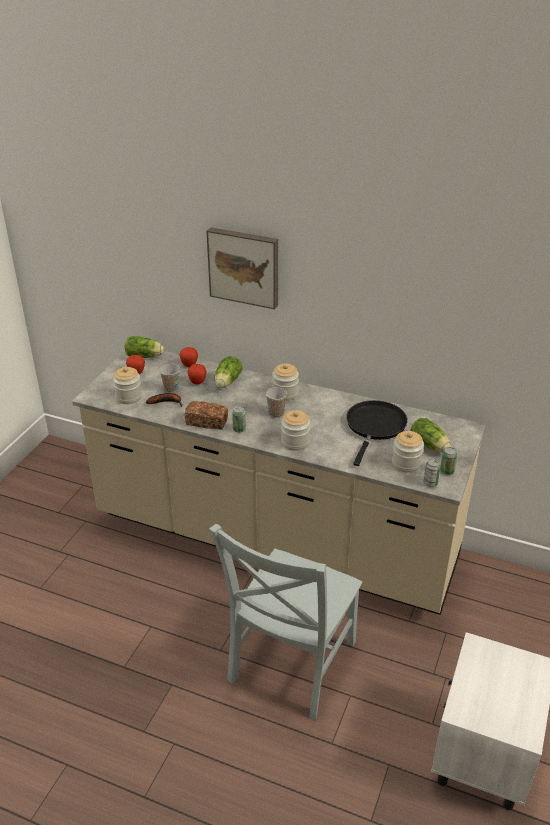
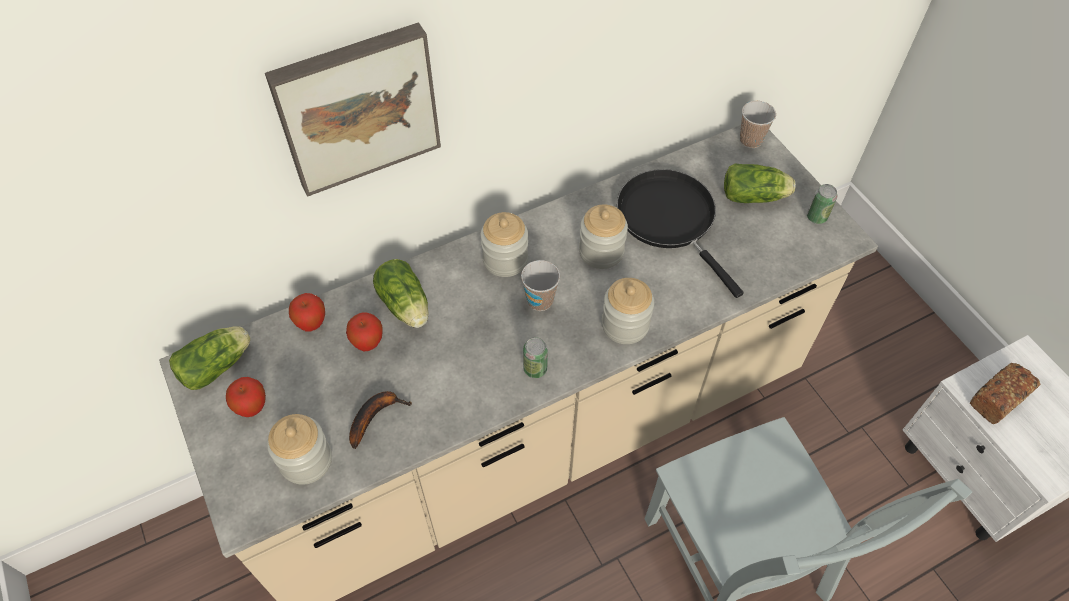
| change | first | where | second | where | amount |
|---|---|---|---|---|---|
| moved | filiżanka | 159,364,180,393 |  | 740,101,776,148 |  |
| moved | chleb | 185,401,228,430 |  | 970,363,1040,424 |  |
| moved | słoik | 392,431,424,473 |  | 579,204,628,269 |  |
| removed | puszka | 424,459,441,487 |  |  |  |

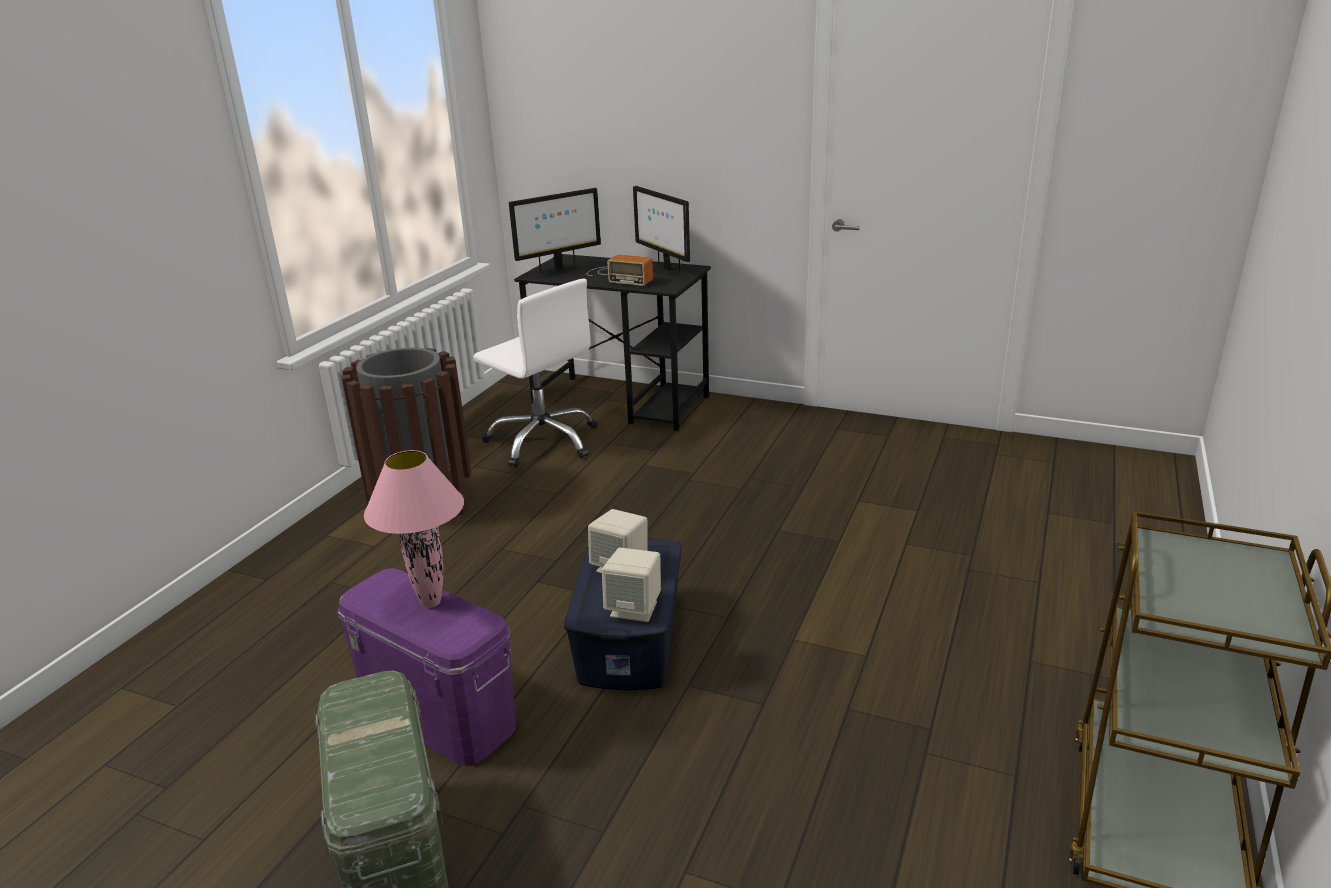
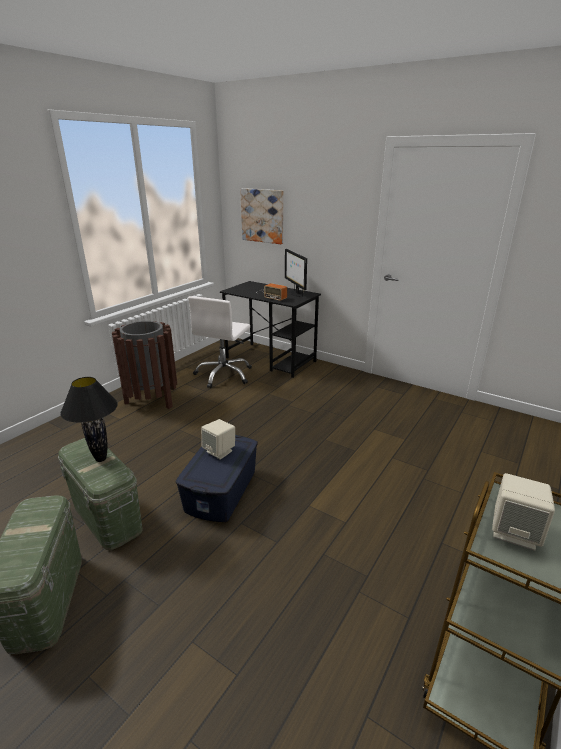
| change | first | where | second | where | amount |
|---|---|---|---|---|---|
| recoloured | pojemnik do przechowywania (fioletowy) | 338,568,516,766 | pojemnik do przechowywania (zielony) | 58,438,143,550 |  |
| recoloured | lampa stołowa (różowy) | 364,450,464,608 | lampa stołowa (czarny) | 60,377,118,462 |  |
| turned | krzesło biurowe (biały) | 473,279,598,468 |  | 188,296,252,388 | 60 degrees clockwise |
| removed | monitor | 509,188,601,275 |  |  |  |
| moved | głośnik (beżowy) | 602,547,661,622 |  | 492,473,555,550 |  |
| added |  |  | obraz | 240,188,283,244 |  |

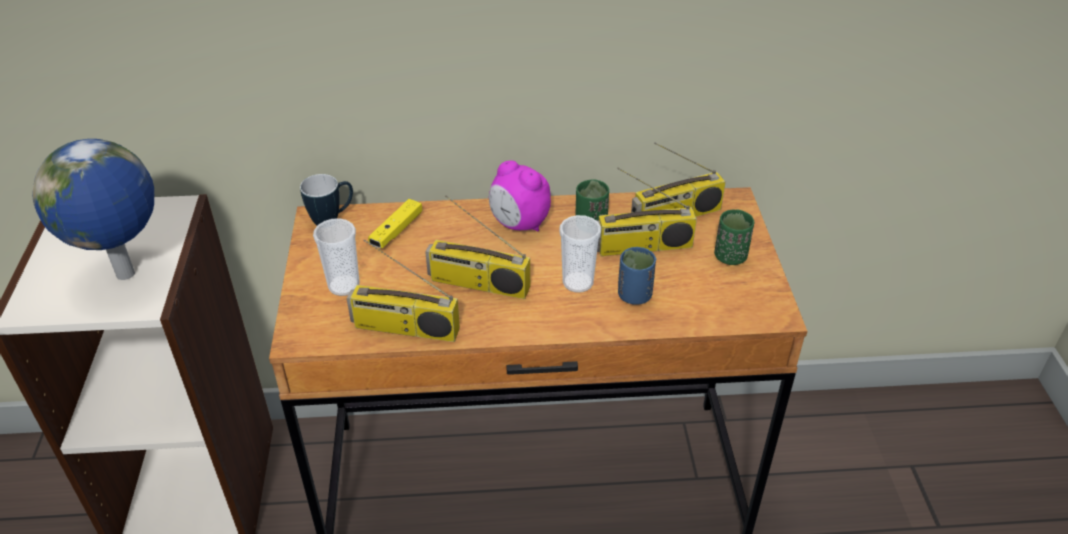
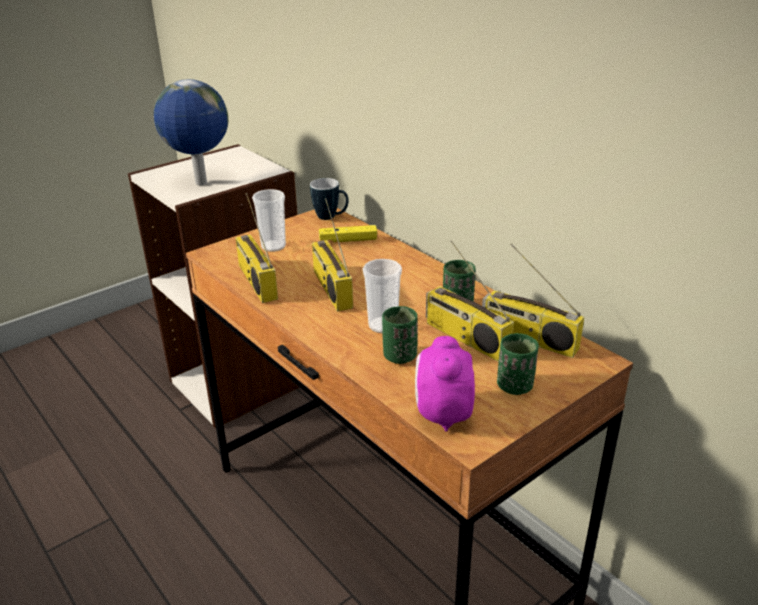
| change | first | where | second | where | amount |
|---|---|---|---|---|---|
| moved | budzik | 489,160,551,232 |  | 415,336,475,432 |  |
| recoloured | filiżanka (niebieski) | 618,247,656,305 | filiżanka (zielony) | 382,306,418,364 |  |

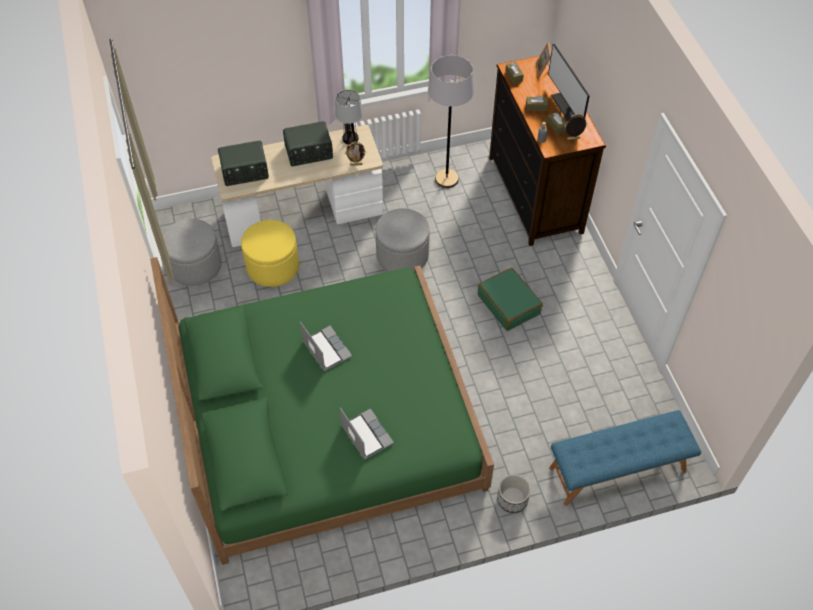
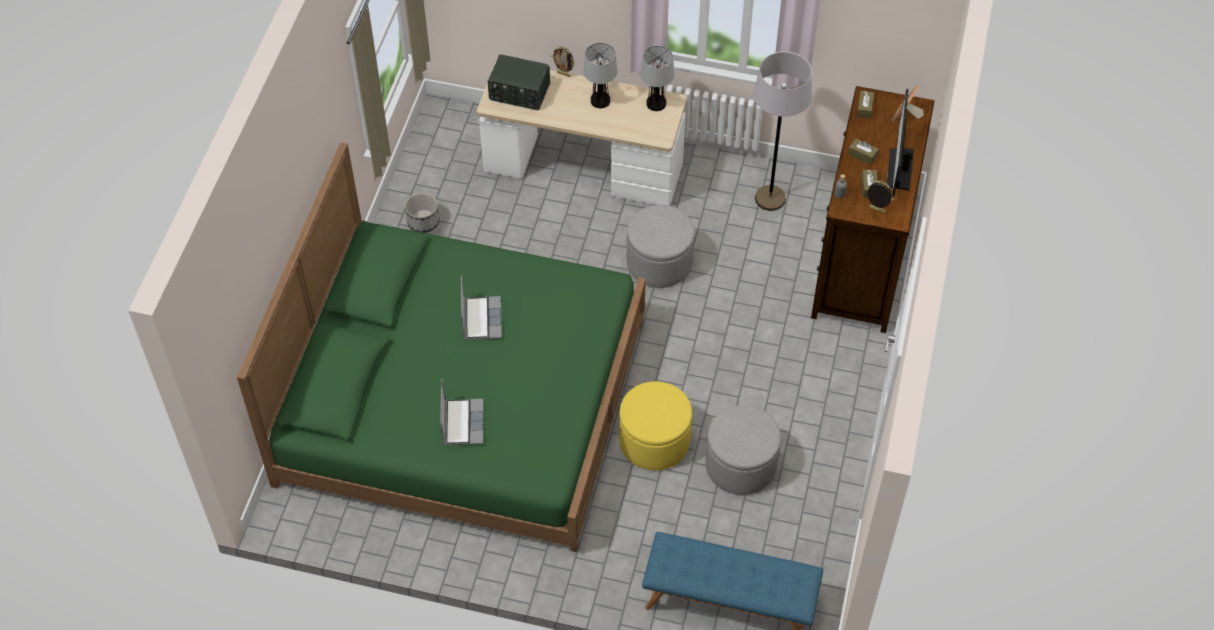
| change | first | where | second | where | amount |
|---|---|---|---|---|---|
| moved | pufa (szary) | 163,219,222,286 |  | 705,405,781,495 |  |
| moved | pufa (żółty) | 241,220,299,287 |  | 619,381,692,470 |  |
| replaced | radio | 283,121,333,166 | lampa stołowa | 583,43,617,108 |  |
| moved | ramka na zdjęcie | 345,142,367,166 |  | 551,47,575,77 |  |
| removed | walizka (zielony) | 478,268,543,331 |  |  |  |
| moved | donica | 497,475,531,513 |  | 405,192,440,233 |  |

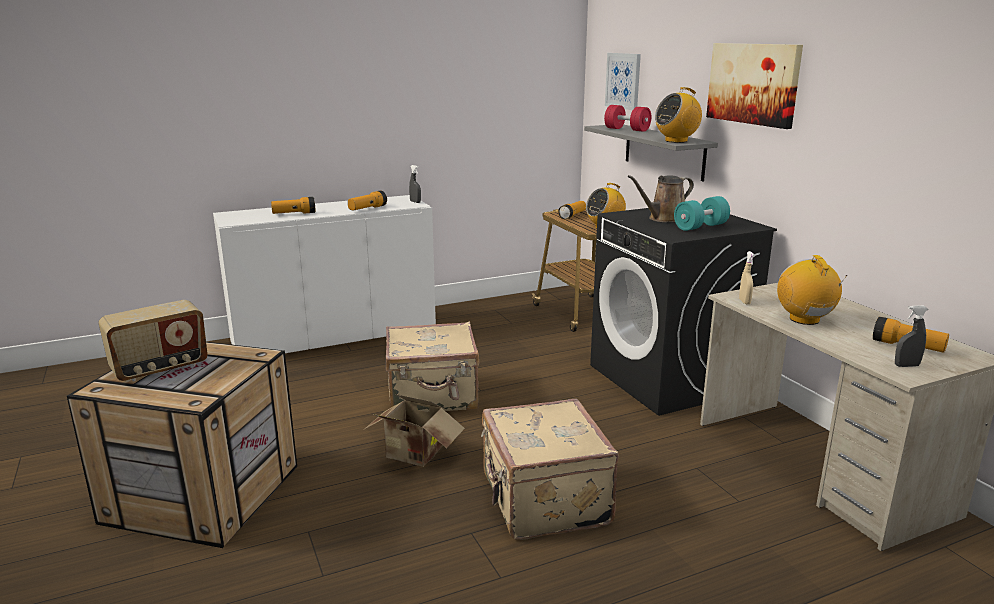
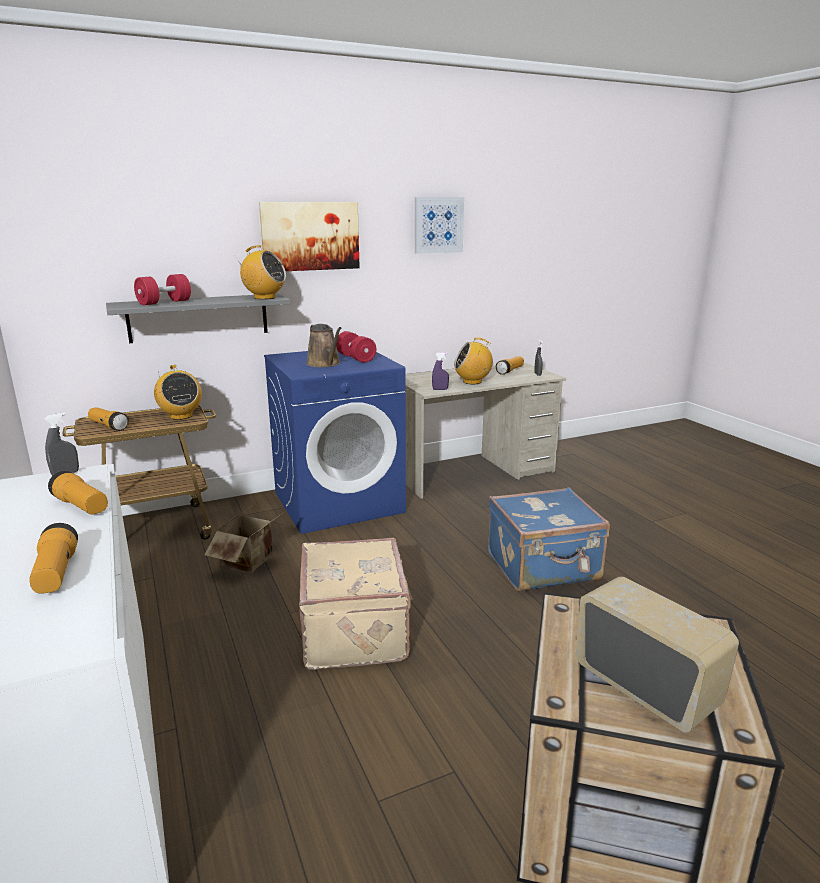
| change | first | where | second | where | amount |
|---|---|---|---|---|---|
| moved | karton | 365,394,465,467 |  | 205,507,284,573 |  |
| recoloured | walizka (beżowy) | 481,399,619,540 | walizka (niebieski) | 488,487,610,591 |  |
| recoloured | pralka (czarny) | 590,208,777,416 | pralka (niebieski) | 264,351,406,534 |  |
| moved | obraz | 605,53,641,110 |  | 415,197,464,254 |  |
| turned | radio | 655,87,702,143 |  | 234,245,286,299 | 45 degrees counterclockwise |
| recoloured | hantel (turkusowy) | 674,196,730,231 | hantel (czerwony) | 336,331,376,363 |  |
| recoloured | spryskiwacz (beżowy) | 739,251,755,304 | spryskiwacz (fioletowy) | 432,352,449,390 |  |

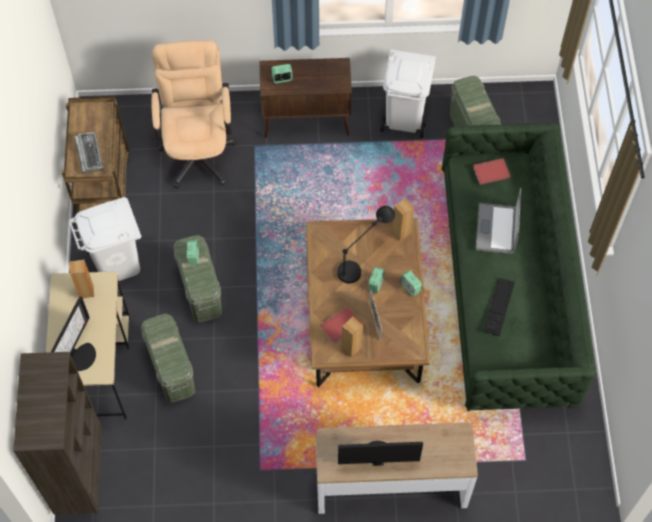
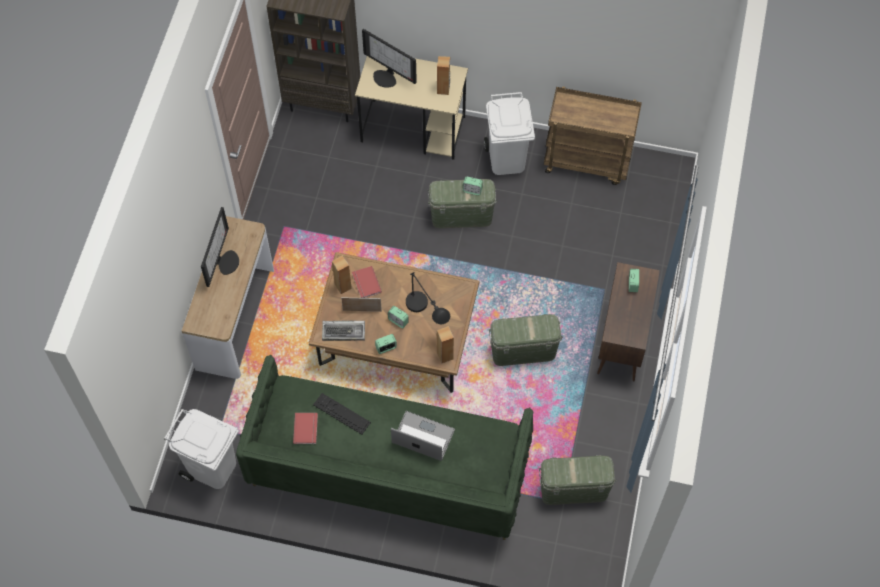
| change | first | where | second | where | amount |
|---|---|---|---|---|---|
| moved | klawiatura | 75,132,104,174 |  | 322,321,365,341 |  |
| moved | pojemnik do przechowywania (zielony) | 141,313,195,403 |  | 488,314,563,366 |  |
| removed | krzesło biurowe (beżowy) | 151,40,237,189 |  |  |  |
| moved | kosz na śmieci (biały) | 380,50,436,138 |  | 164,409,239,489 |  |
| moved | książka (czerwony) | 473,158,511,185 |  | 293,413,318,444 |  |

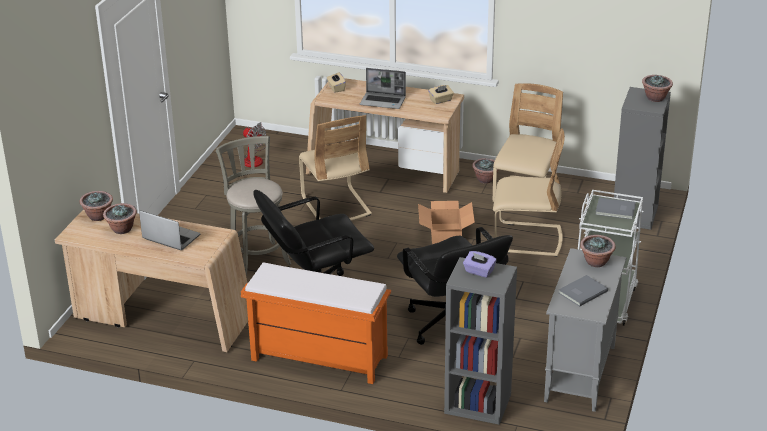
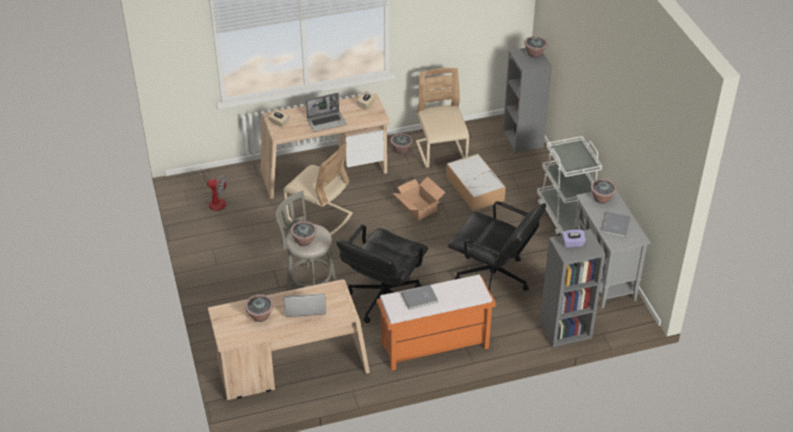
| change | first | where | second | where | amount |
|---|---|---|---|---|---|
| moved | roślina doniczkowa | 80,191,113,221 |  | 290,221,317,246 |  |
| replaced | krzesło (beżowy) | 493,129,565,257 | pojemnik do przechowywania | 446,154,506,211 |  |
| moved | książka (szary) | 595,198,636,219 |  | 401,285,438,310 |  |

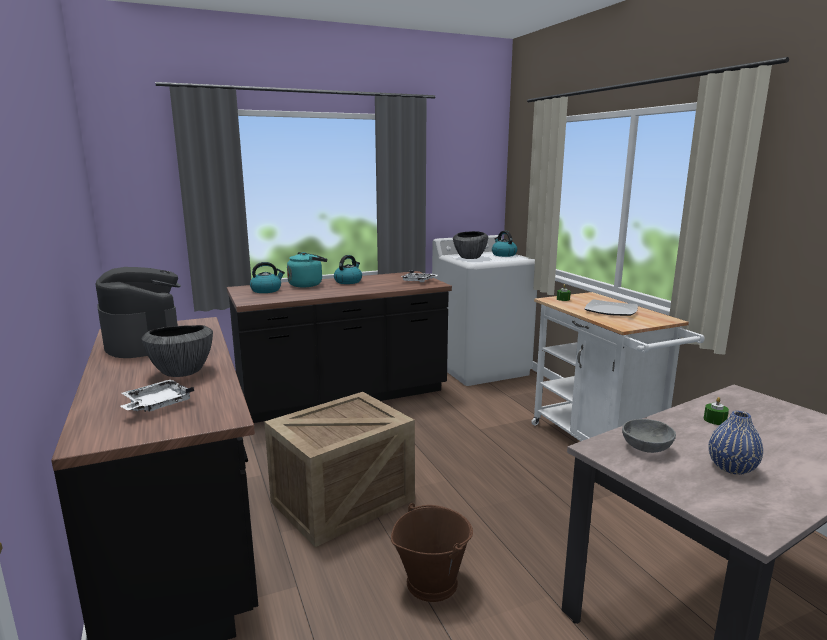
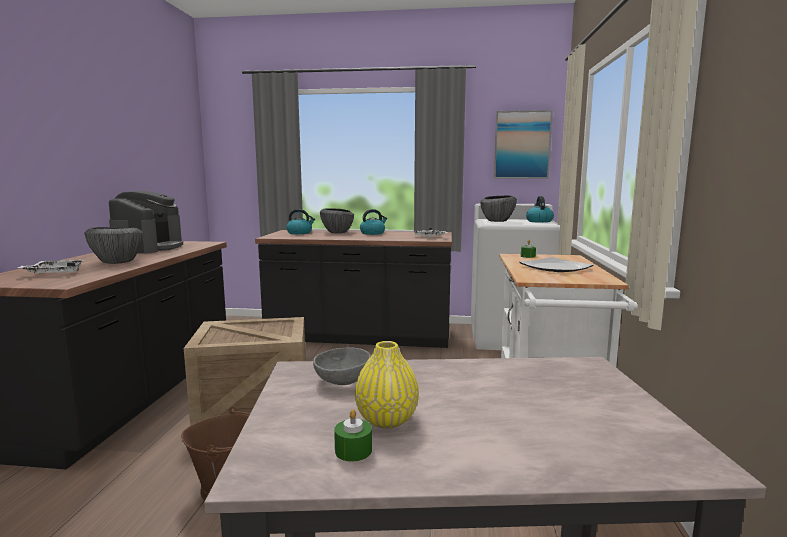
| change | first | where | second | where | amount |
|---|---|---|---|---|---|
| replaced | czajnik (turkusowy) | 287,252,327,287 | miska | 320,208,354,233 |  |
| moved | świeca (zielony) | 704,397,729,425 |  | 334,409,372,462 |  |
| recoloured | wazon (niebieski) | 709,411,763,475 | wazon (żółty) | 355,341,419,428 |  |
| added |  |  | obraz | 494,110,553,179 |  |

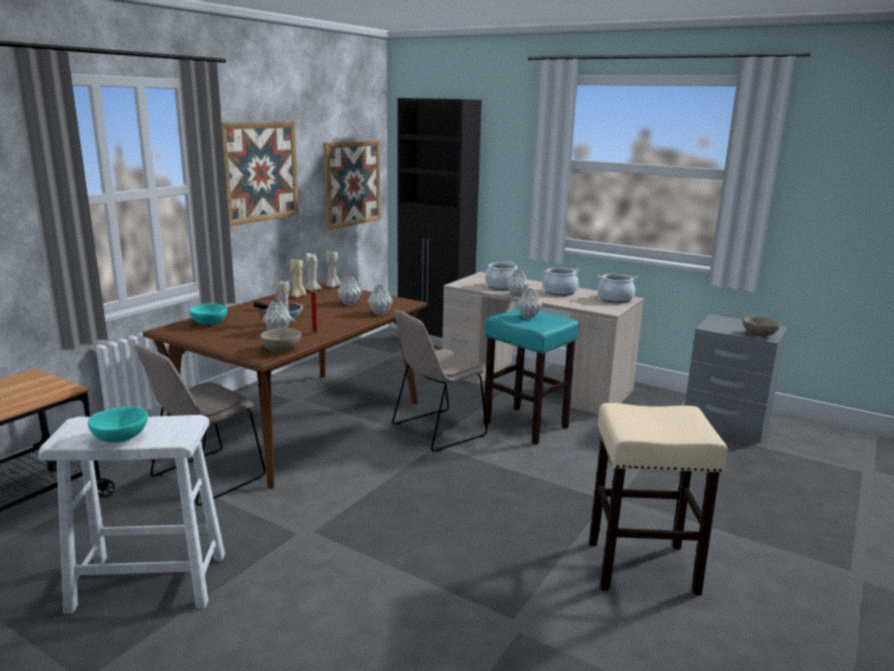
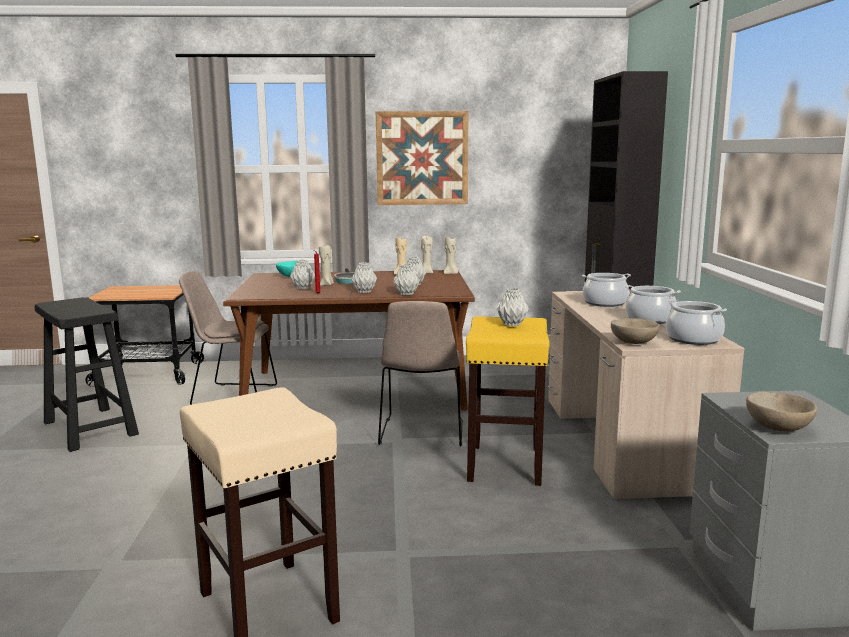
| change | first | where | second | where | amount |
|---|---|---|---|---|---|
| recoloured | stołek (biały) | 38,415,225,614 | stołek (czarny) | 34,297,139,452 |  |
| removed | miska (turkusowy) | 88,407,148,443 |  |  |  |
| moved | miska (beżowy) | 260,328,301,352 |  | 611,318,660,344 |  |
| removed | obraz | 323,140,380,230 |  |  |  |
| turned | krzesło (beżowy) | 392,310,487,452 |  | 378,301,463,446 | 105 degrees counterclockwise |
| recoloured | stołek (turkusowy) | 483,309,579,445 | stołek (żółty) | 466,316,549,486 |  |
| moved | wazon (szary) | 507,270,529,297 |  | 351,262,377,293 |  |

